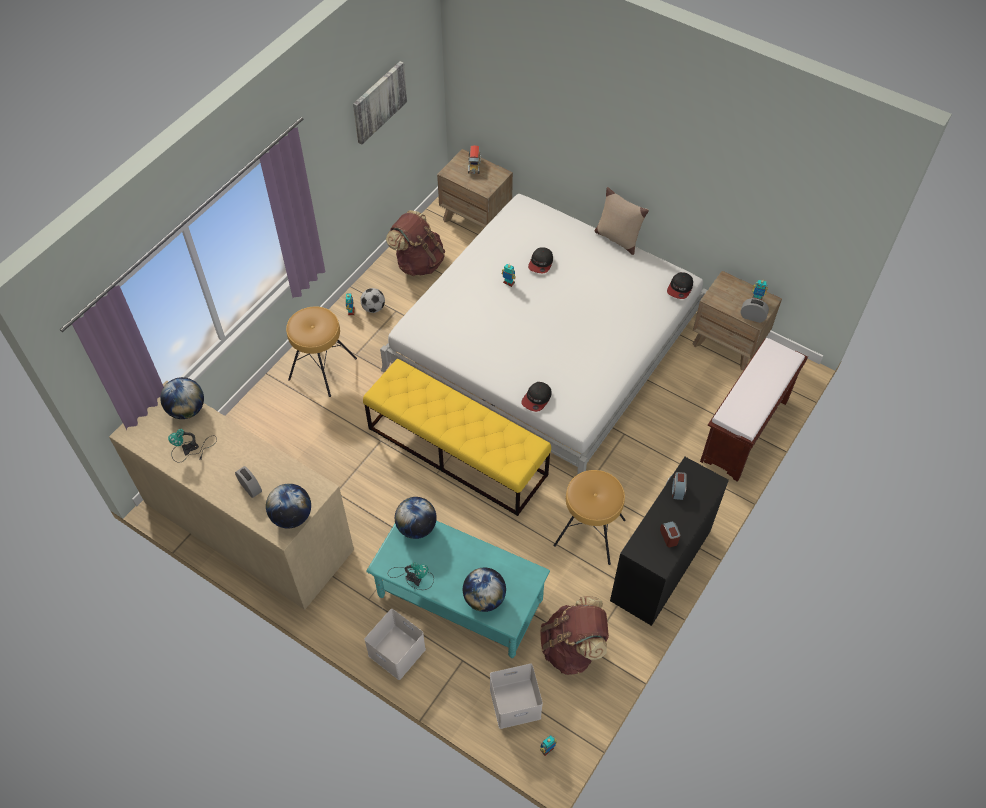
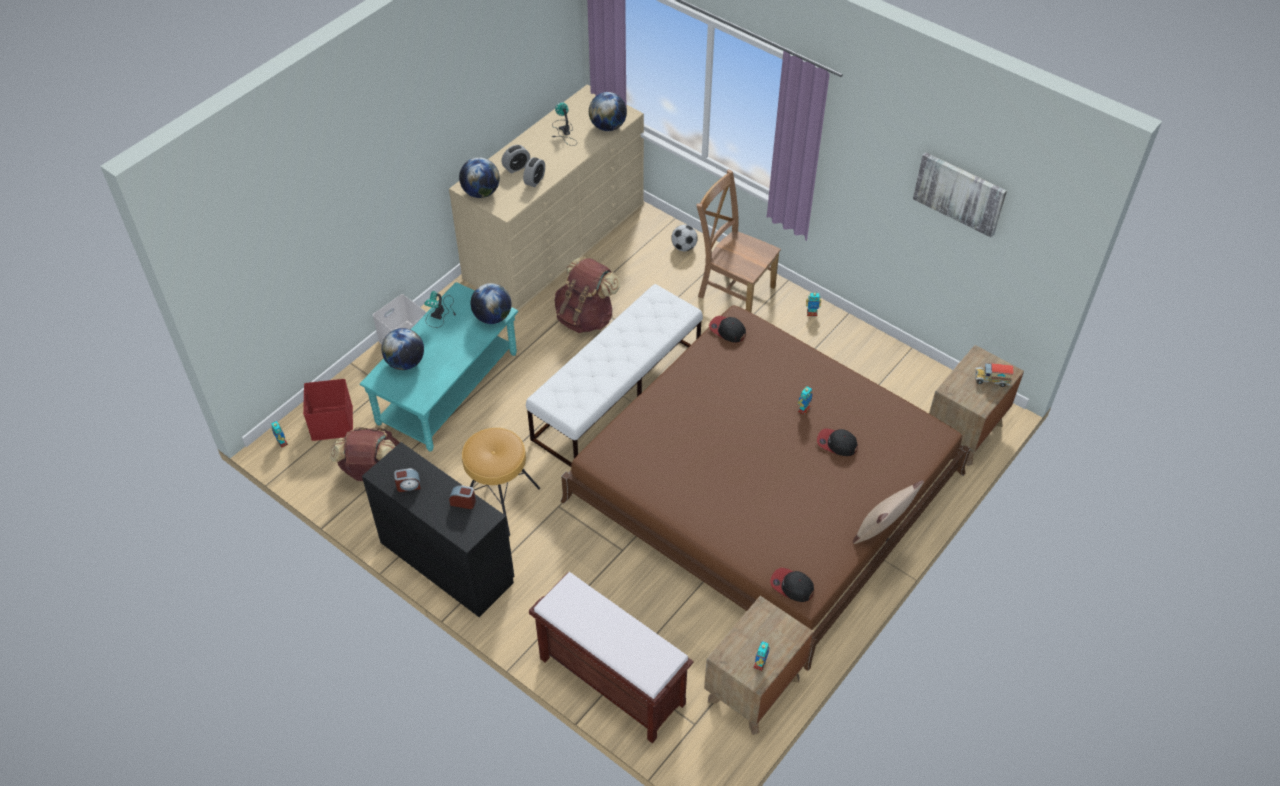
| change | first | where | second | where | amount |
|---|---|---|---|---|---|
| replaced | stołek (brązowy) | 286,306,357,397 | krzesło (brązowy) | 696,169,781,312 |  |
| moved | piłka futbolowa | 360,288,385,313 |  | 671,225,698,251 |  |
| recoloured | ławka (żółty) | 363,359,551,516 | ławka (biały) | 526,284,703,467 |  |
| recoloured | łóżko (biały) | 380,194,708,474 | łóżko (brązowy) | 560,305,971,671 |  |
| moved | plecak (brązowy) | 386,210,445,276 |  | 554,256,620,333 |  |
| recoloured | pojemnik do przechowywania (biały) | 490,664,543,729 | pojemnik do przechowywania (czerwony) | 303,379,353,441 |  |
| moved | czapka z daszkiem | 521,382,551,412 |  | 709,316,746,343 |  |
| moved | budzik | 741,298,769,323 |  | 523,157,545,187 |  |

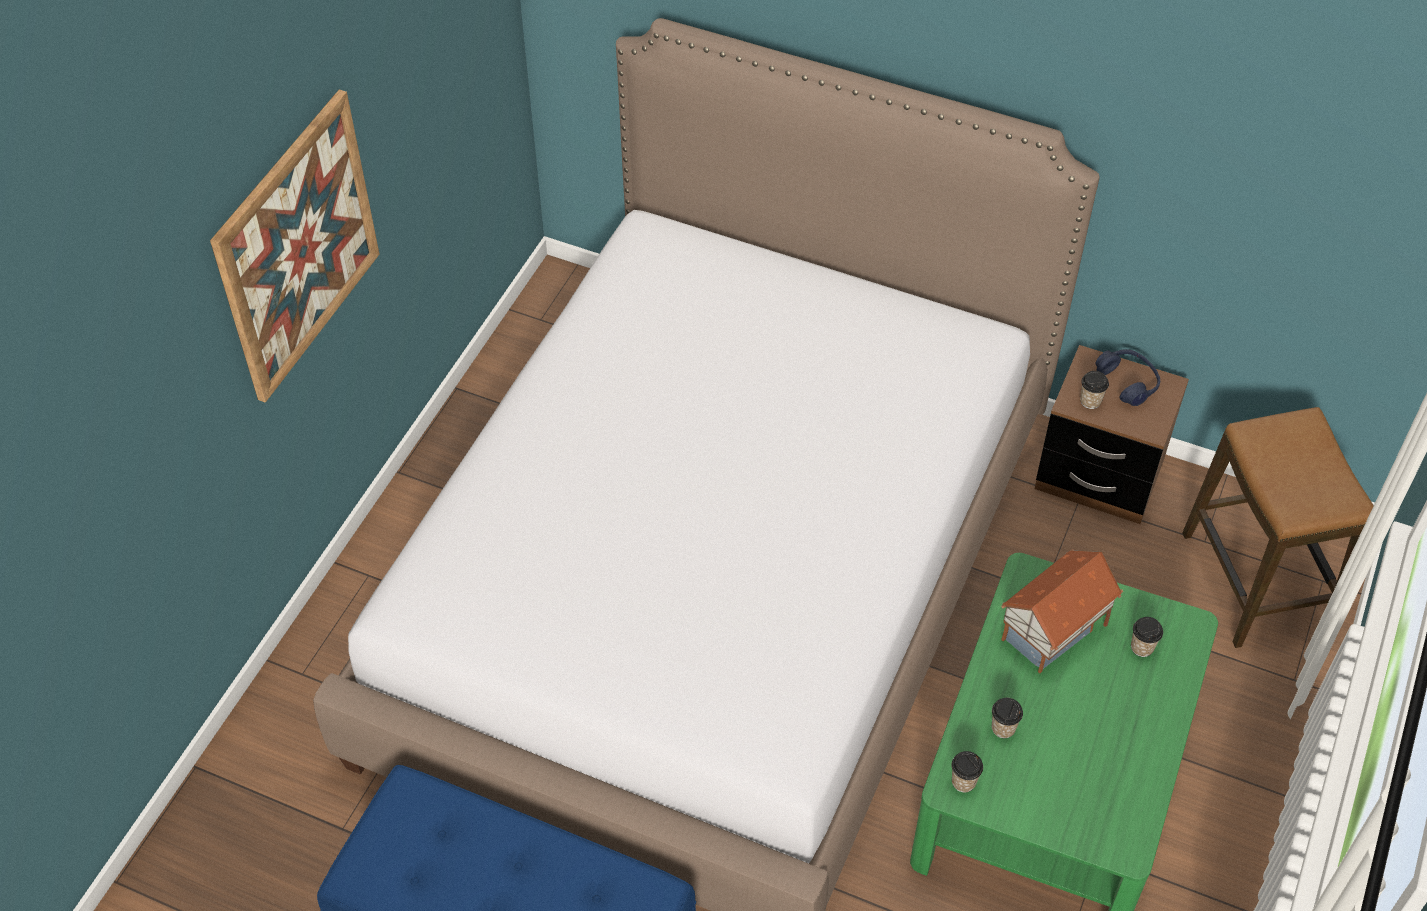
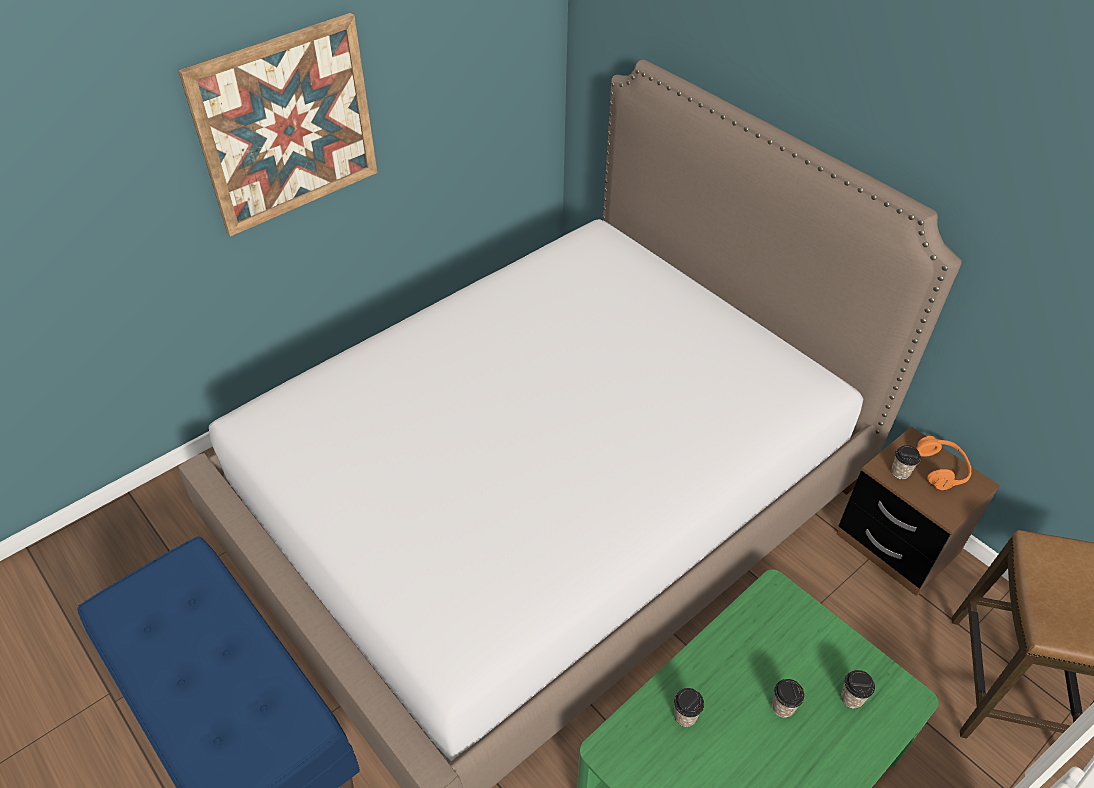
| change | first | where | second | where | amount |
|---|---|---|---|---|---|
| moved | filiżanka | 951,751,983,792 |  | 772,679,804,718 |  |
| removed | domek | 1001,550,1123,673 |  |  |  |
| recoloured | słuchawki (niebieski) | 1096,349,1160,406 | słuchawki (pomarańczowy) | 916,436,972,490 |  |

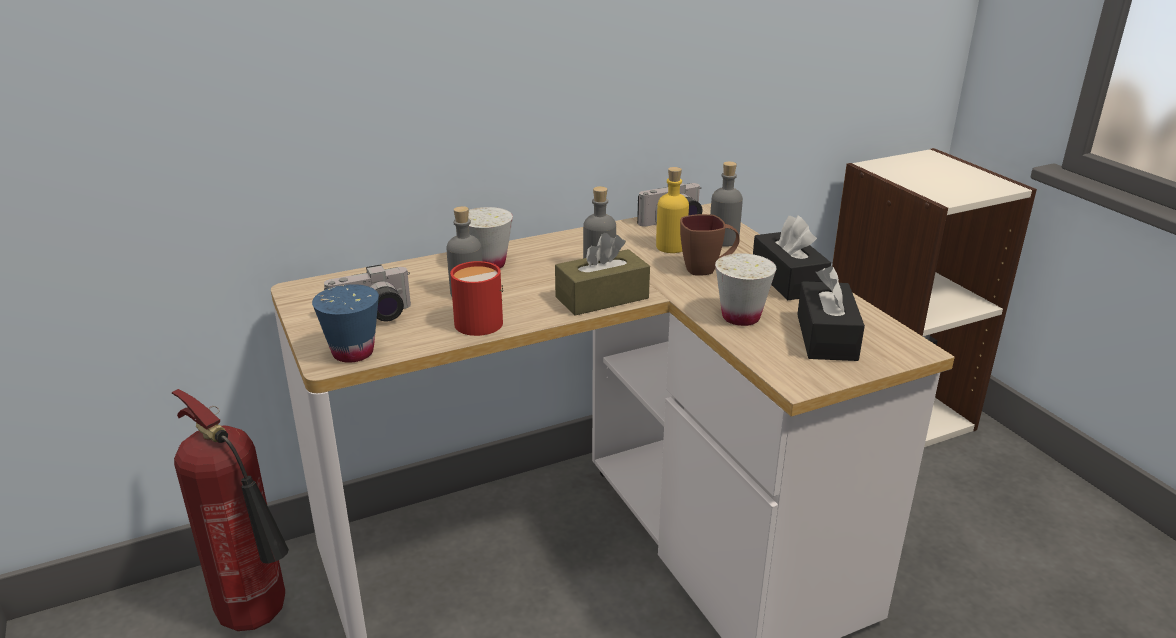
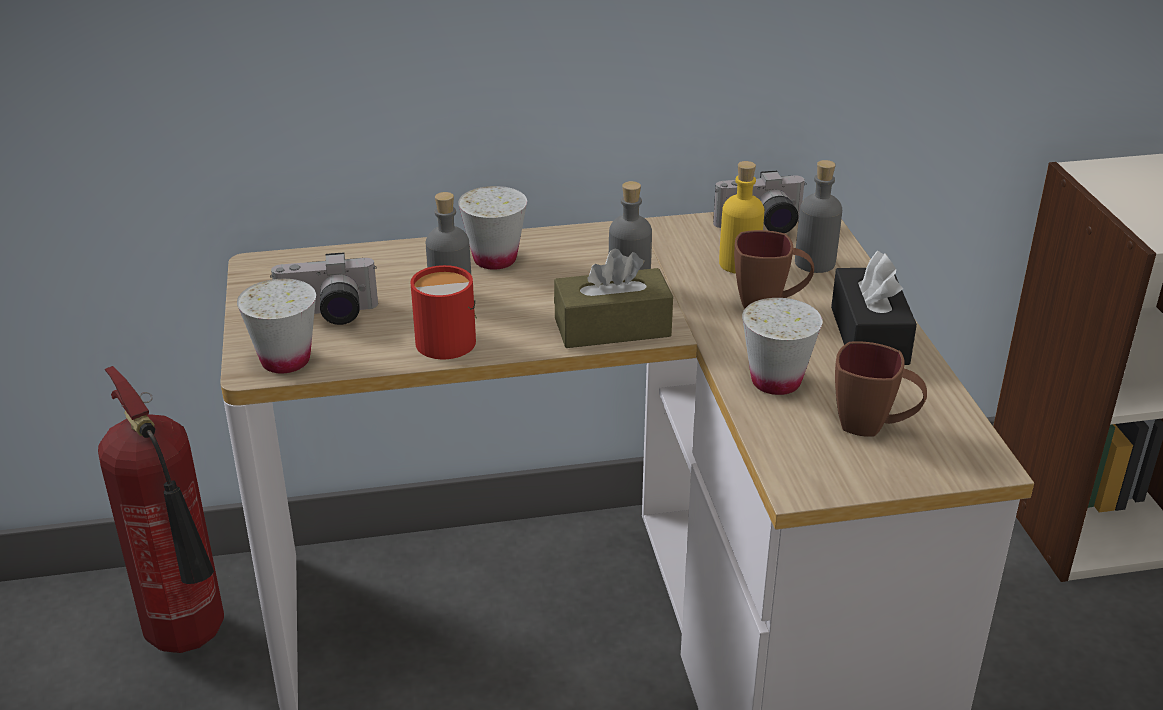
| change | first | where | second | where | amount |
|---|---|---|---|---|---|
| recoloured | filiżanka (niebieski) | 312,284,379,363 | filiżanka (biały) | 237,279,316,373 |  |
| replaced | pudełko chusteczek (czarny) | 797,266,865,361 | kubek (brązowy) | 835,341,927,437 |  |

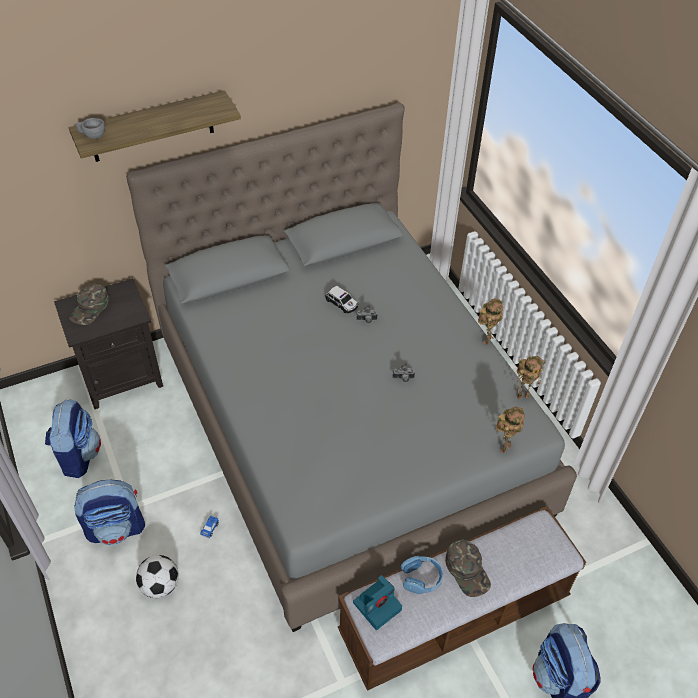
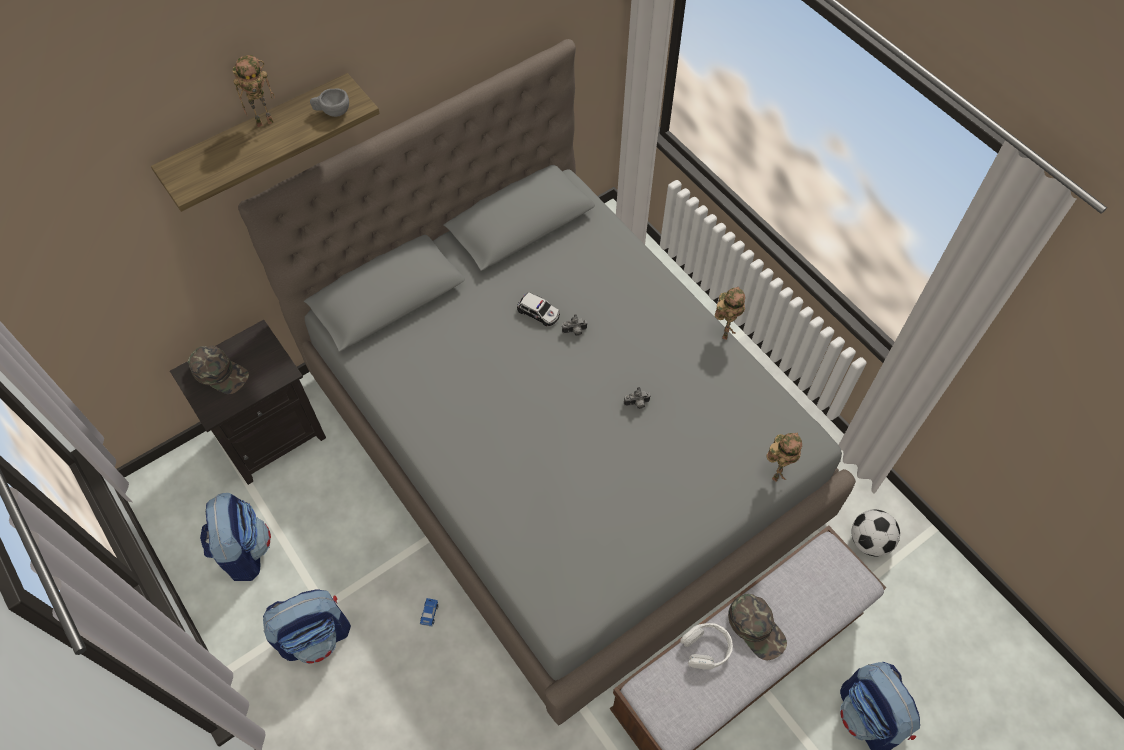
| change | first | where | second | where | amount |
|---|---|---|---|---|---|
| turned | czapka z daszkiem (zielony) | 70,284,109,325 |  | 188,346,249,394 | 75 degrees counterclockwise |
| moved | filiżanka (szary) | 76,118,105,139 |  | 310,88,349,117 |  |
| moved | piłka futbolowa | 136,555,179,598 |  | 851,510,900,557 |  |
| removed | aparat fotograficzny | 353,575,402,630 |  |  |  |
| recoloured | słuchawki (niebieski) | 401,556,444,594 | słuchawki (biały) | 681,623,733,670 |  |
| moved | robot zabawkowy | 517,356,545,399 |  | 232,55,275,127 |  |

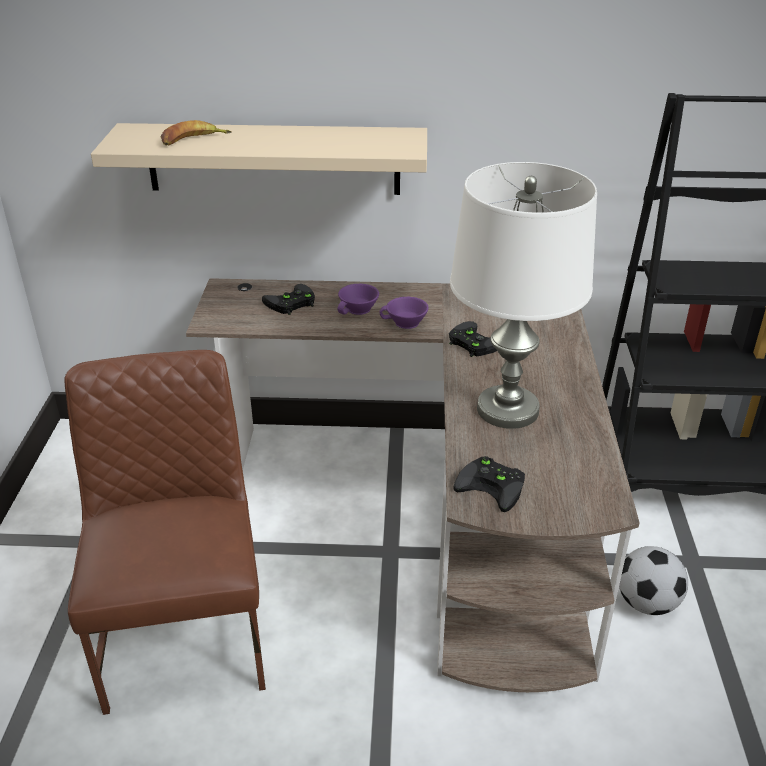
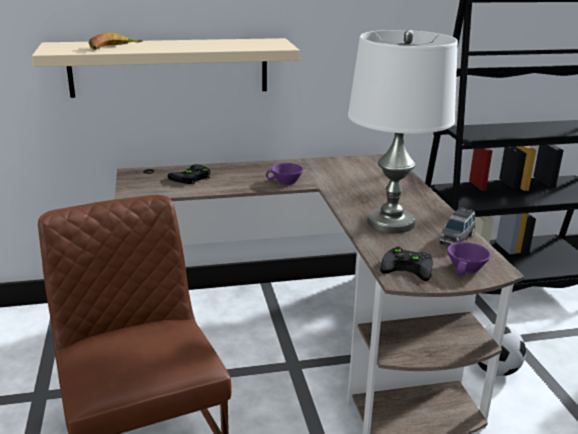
| change | first | where | second | where | amount |
|---|---|---|---|---|---|
| moved | filiżanka (fioletowy) | 337,284,379,315 |  | 447,242,491,275 |  |
| removed | pad do gier (czarny) | 449,321,497,357 |  |  |  |
| added |  |  | samochodzik (szary) | 440,207,476,244 |  |

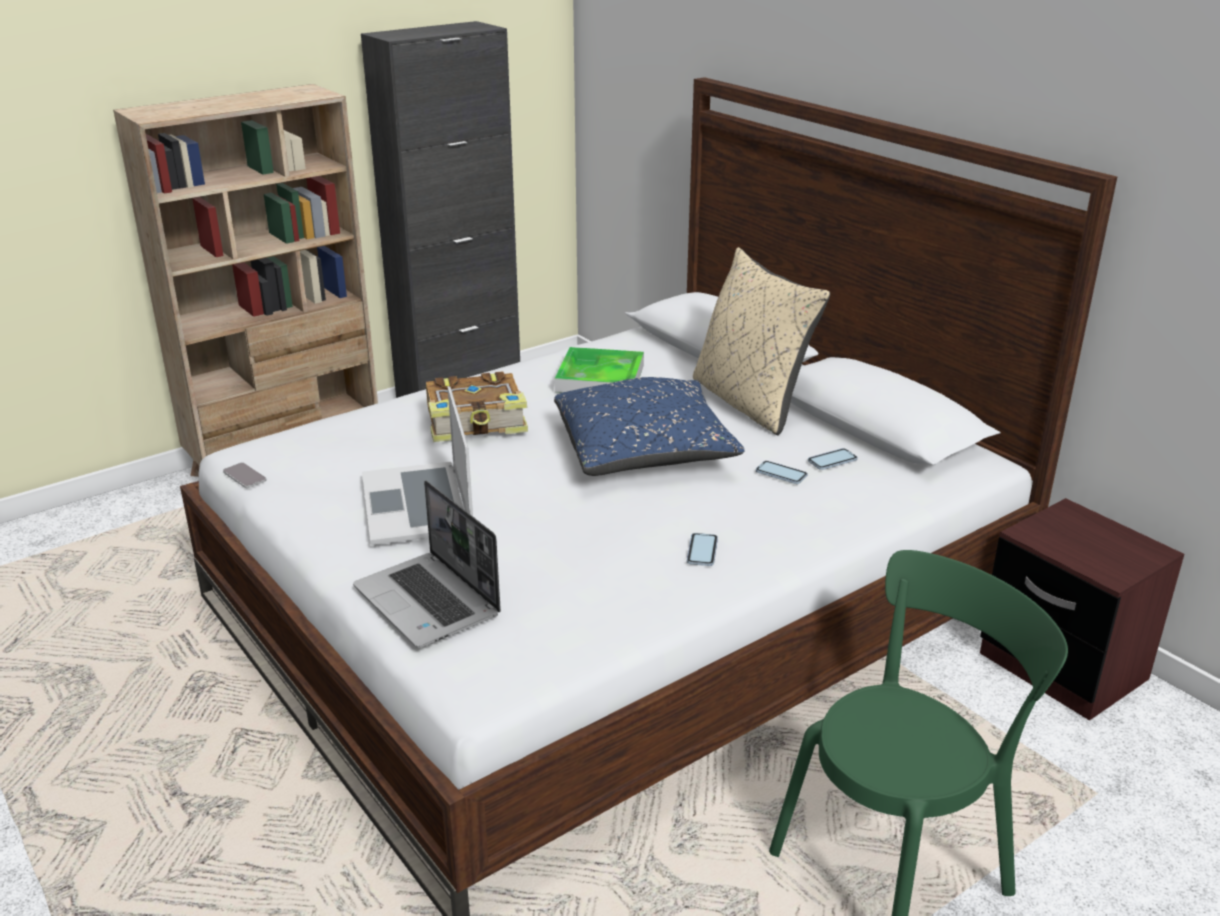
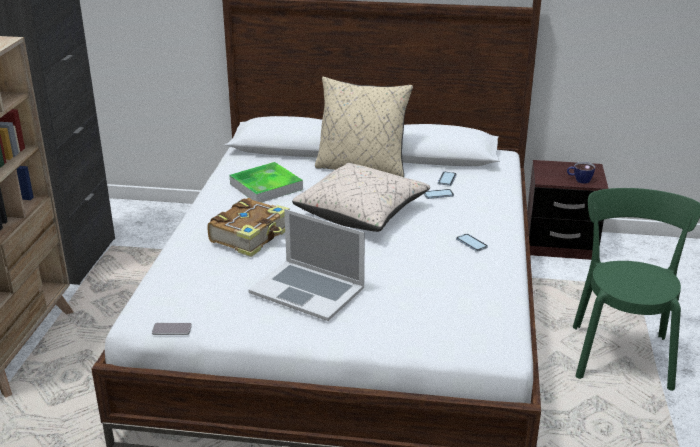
| change | first | where | second | where | amount |
|---|---|---|---|---|---|
| removed | laptop | 353,480,501,648 |  |  |  |
| recoloured | poduszka (niebieski) | 554,377,745,476 | poduszka (beżowy) | 292,163,430,232 |  |
| added |  |  | filiżanka | 567,162,596,184 |  |

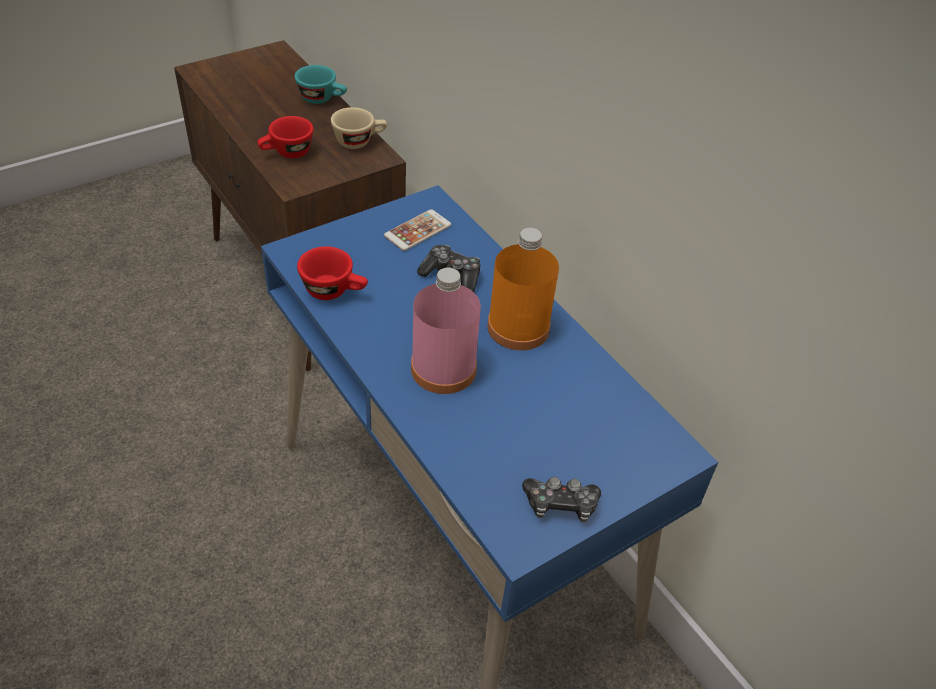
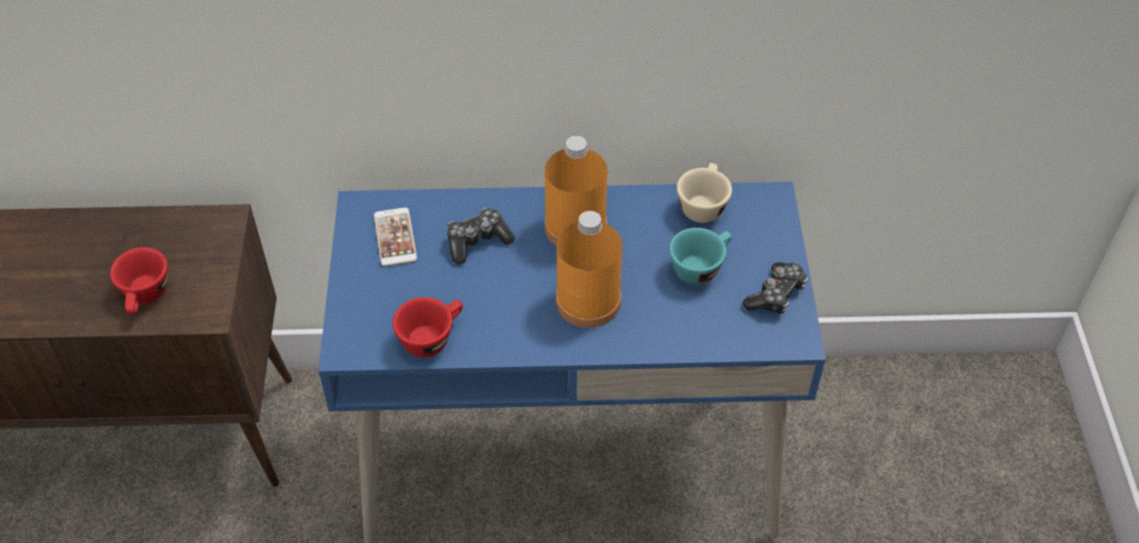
| change | first | where | second | where | amount |
|---|---|---|---|---|---|
| moved | filiżanka (turkusowy) | 295,65,347,104 |  | 669,228,732,285 |  |
| moved | filiżanka (beżowy) | 331,107,387,149 |  | 677,163,732,223 |  |
| recoloured | butelka (różowy) | 411,268,481,394 | butelka (pomarańczowy) | 556,211,622,328 |  |

